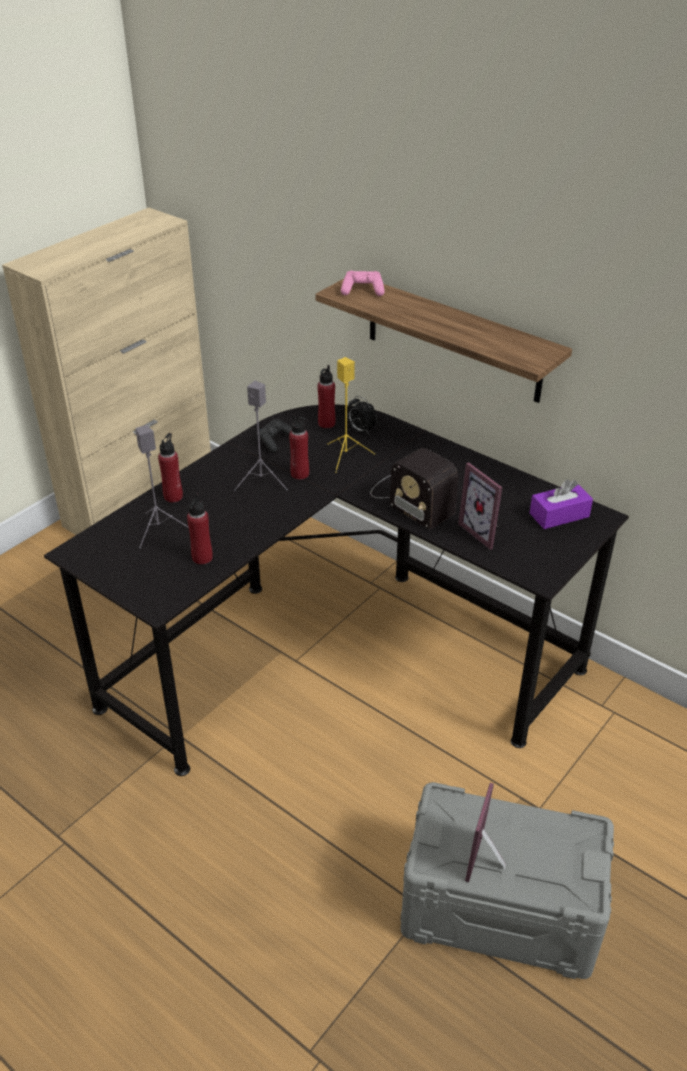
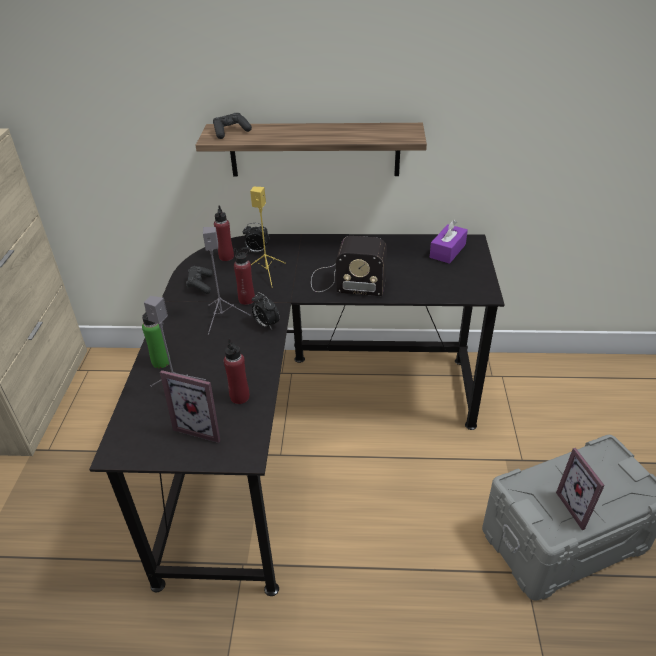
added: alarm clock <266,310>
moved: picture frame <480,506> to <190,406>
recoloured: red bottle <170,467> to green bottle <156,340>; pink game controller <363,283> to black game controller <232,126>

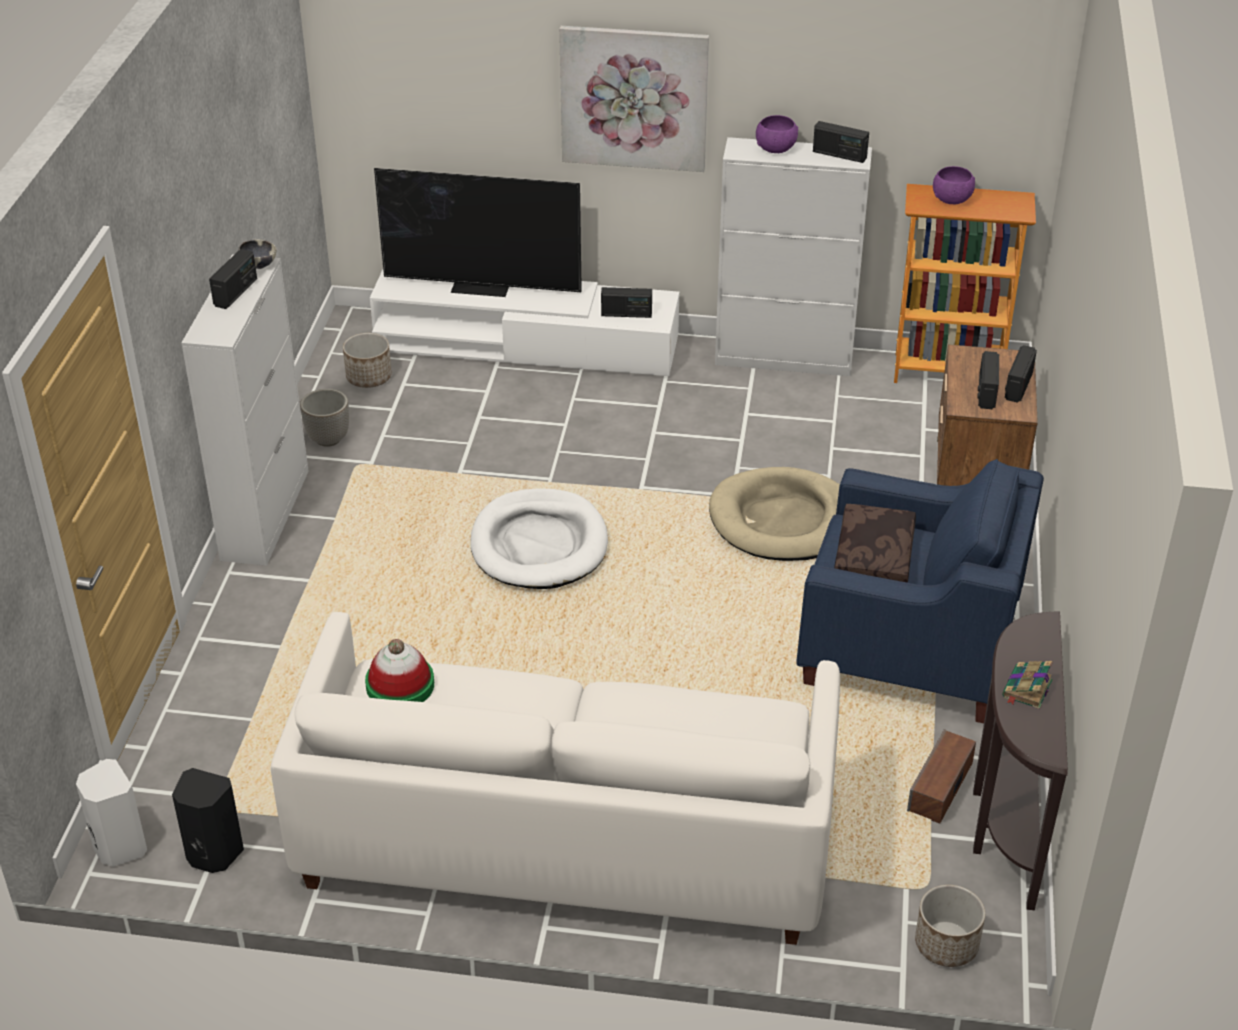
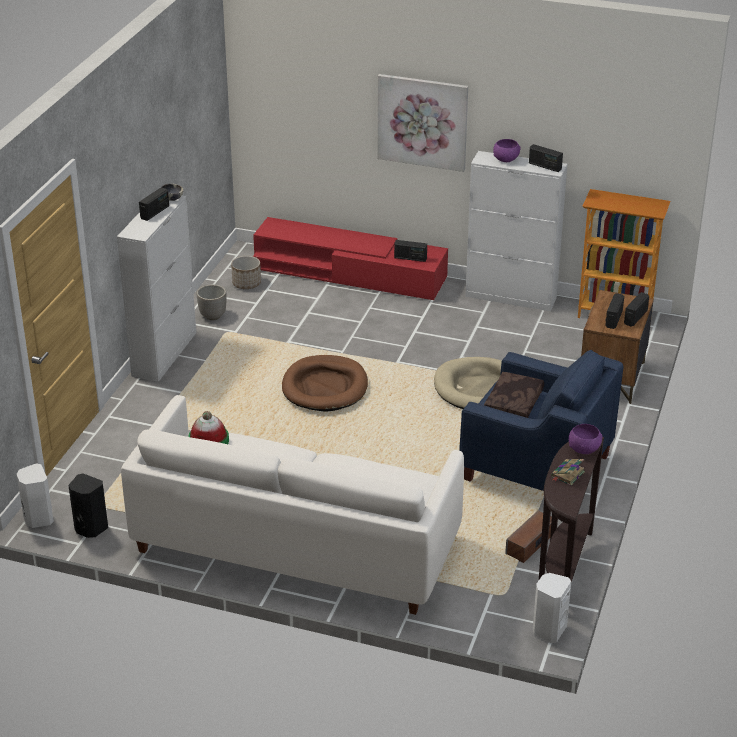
removed: television <478,232>; planter <950,926>
added: white speaker <552,608>
moved: purple bowl <954,185> to <586,439>
recoloured: white tv stand <524,323> to red tv stand <350,258>; white dog bed <539,539> to brown dog bed <325,383>

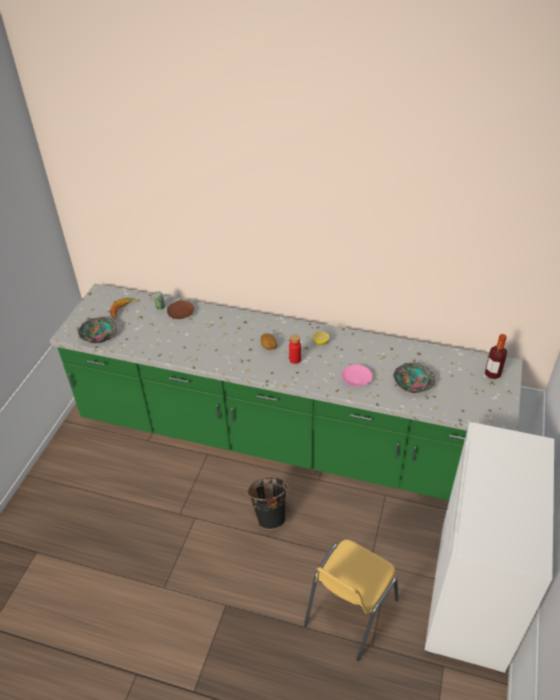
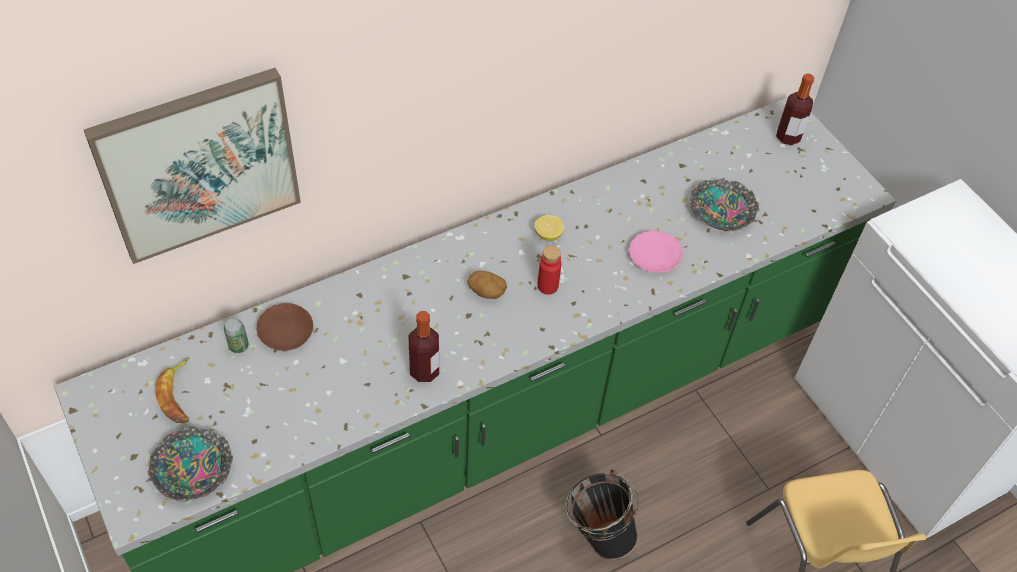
added: picture <192,166>; bottle <424,346>

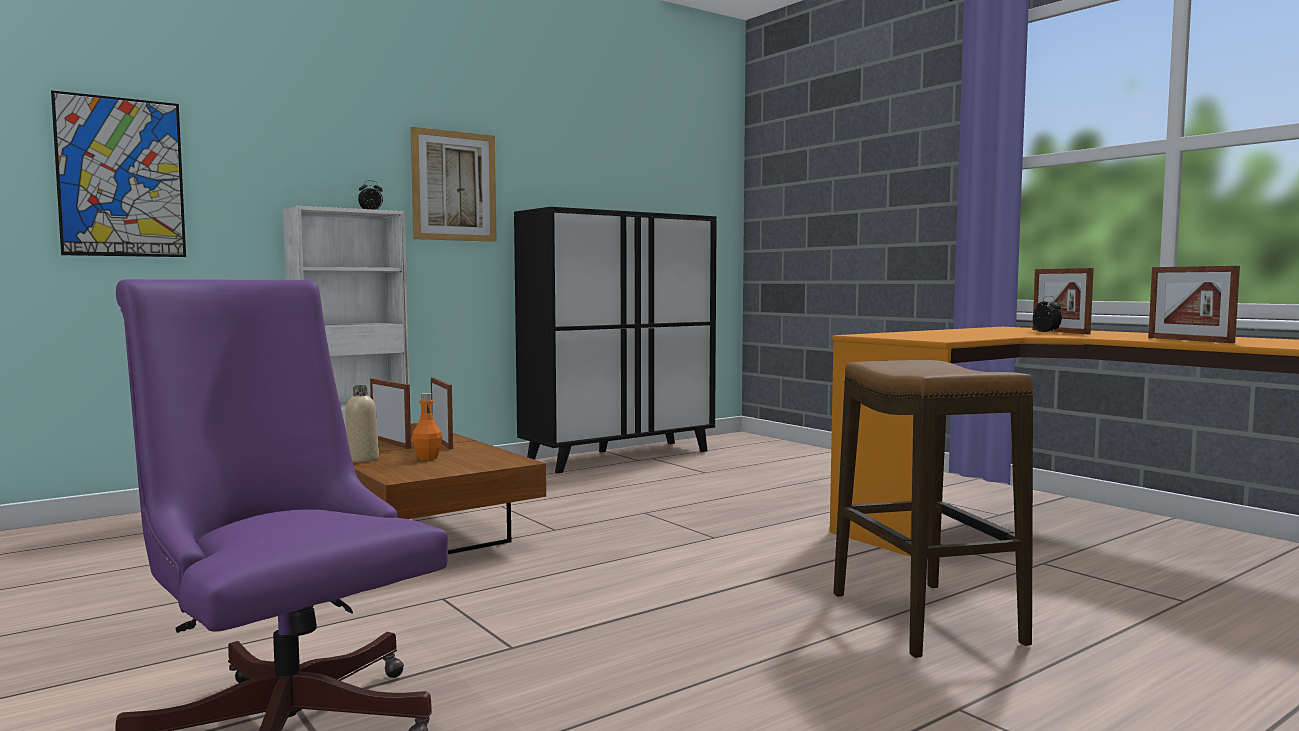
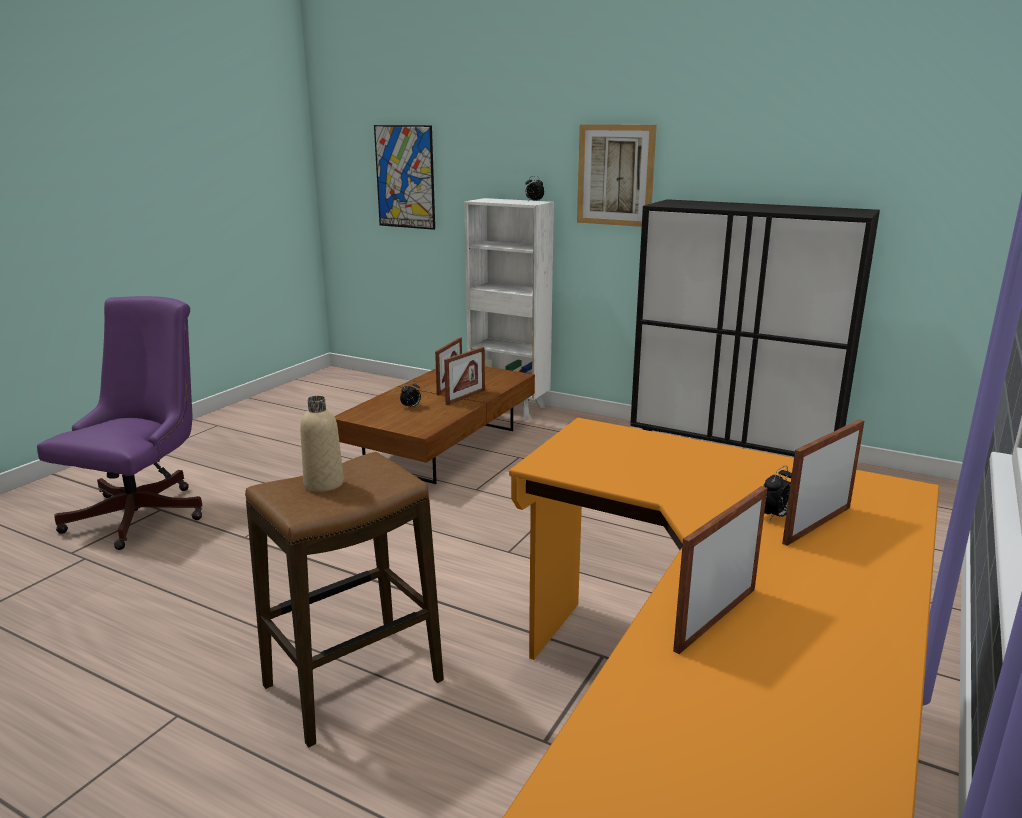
moved: beige bottle <362,423> to <322,444>
replaced: orange bottle <427,426> to alarm clock <410,394>

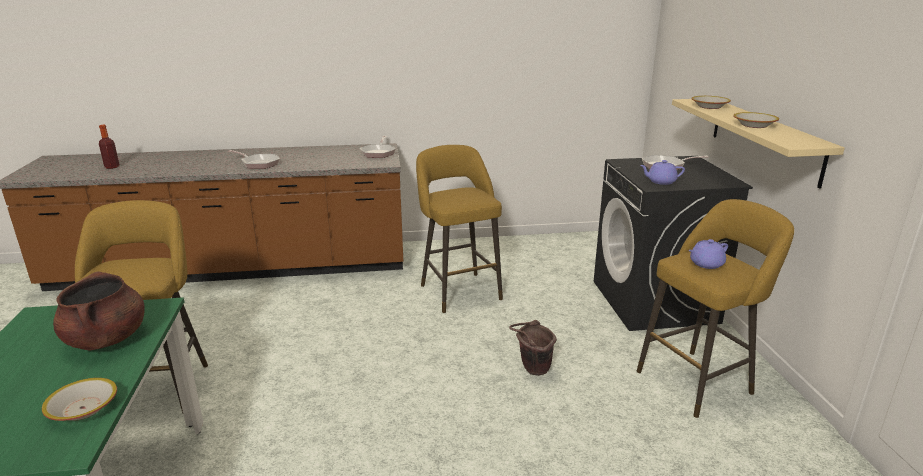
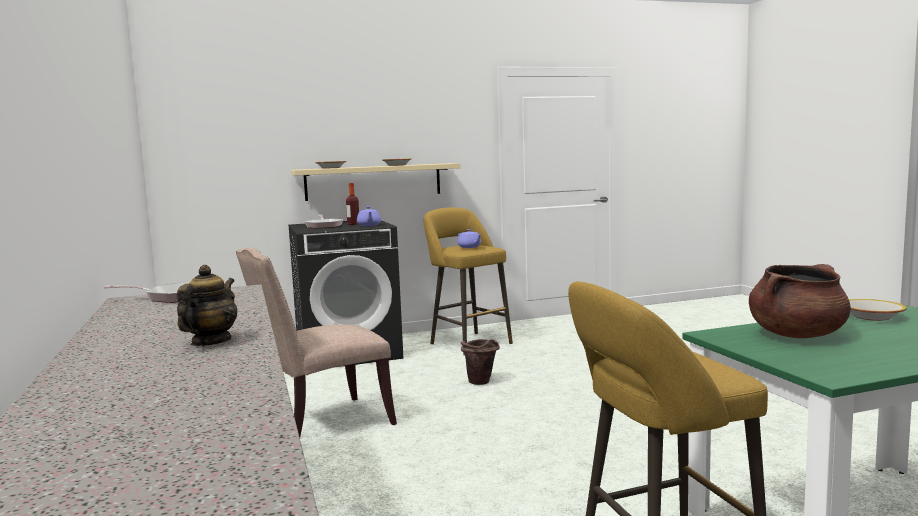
moved: bottle <109,147> to <352,204>
replaced: frying pan <254,159> to teapot <207,305>; yellow stool <459,229> to beige chair <316,342>

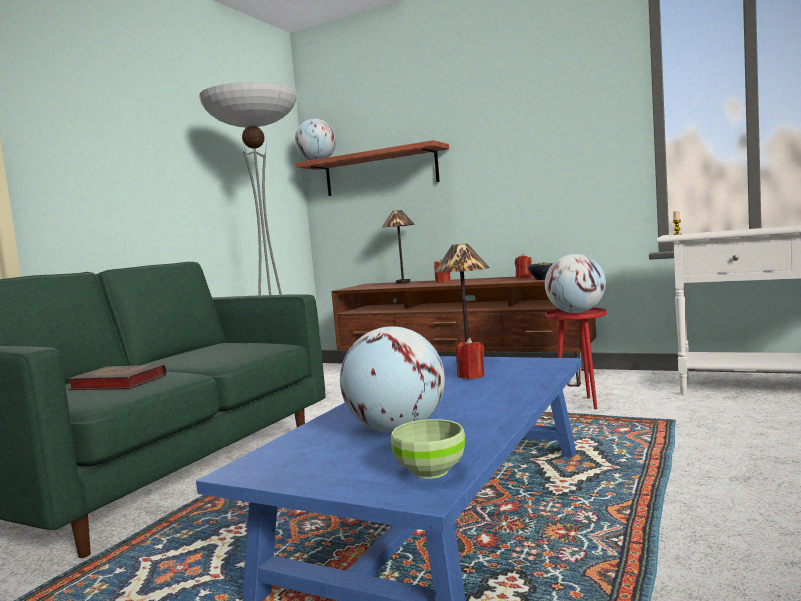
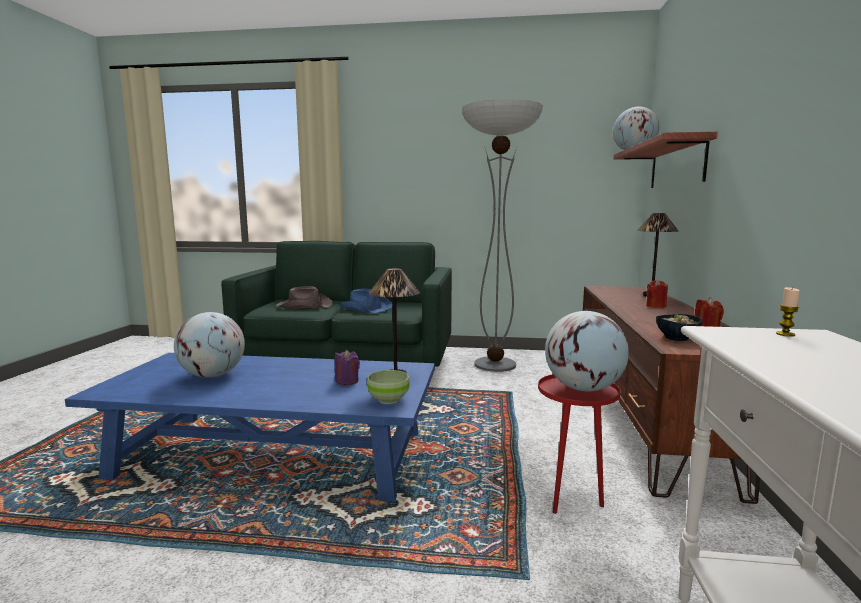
added: blue hat <365,301>
moved: green bowl <428,449> to <388,387>
replaced: book <116,377> to brown hat <304,297>
recoloured: red candle <470,358> to purple candle <347,367>

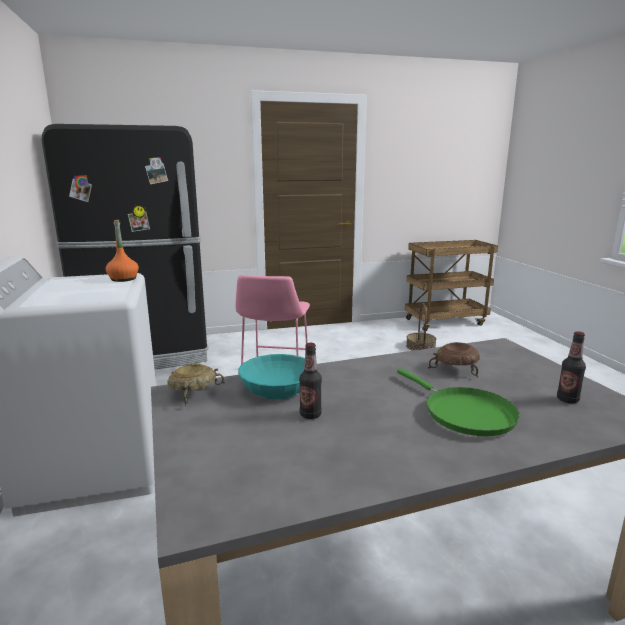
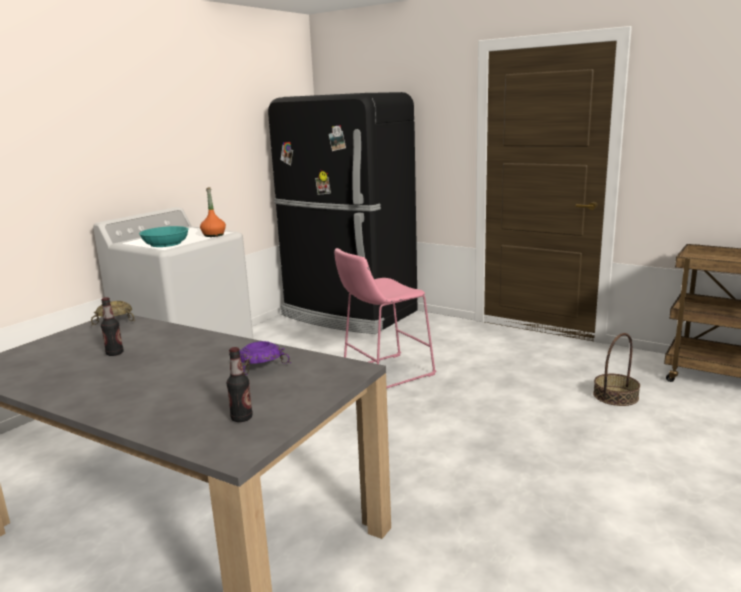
removed: green frying pan <458,402>
moved: turquoise bowl <271,377> to <164,236>
recoloured: brown bowl <454,359> to purple bowl <265,358>

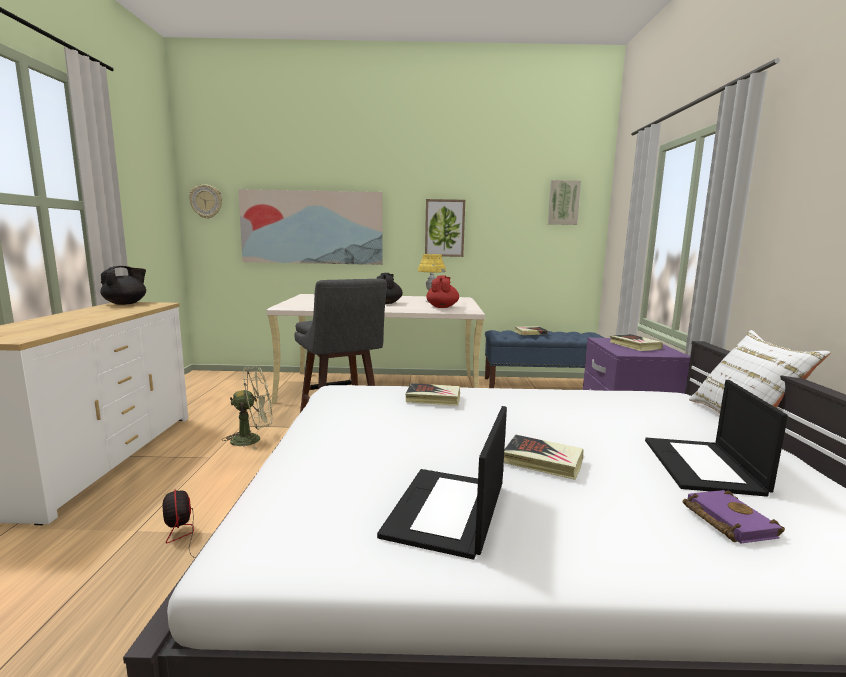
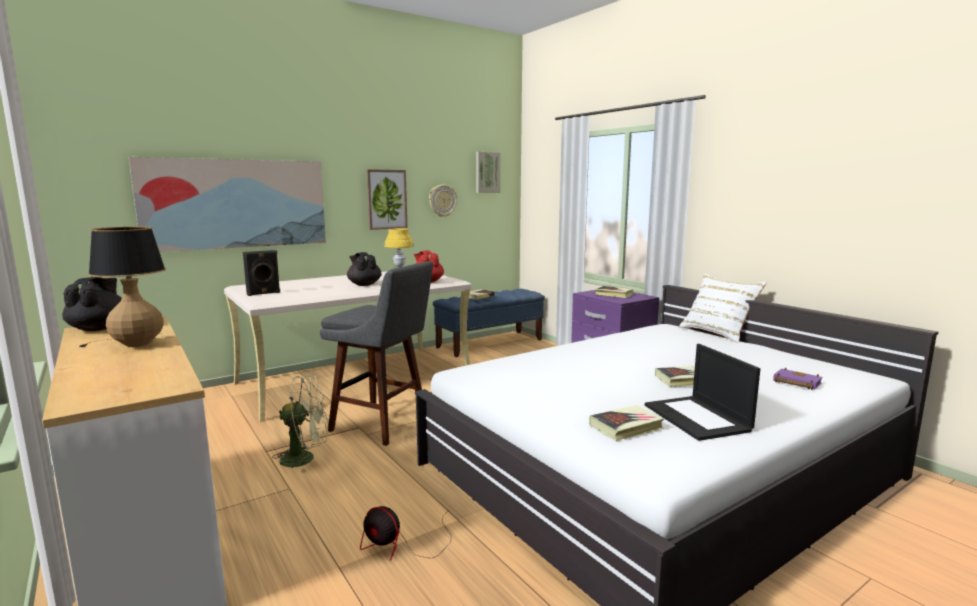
removed: laptop <716,438>
added: table lamp <122,287>; black speaker <261,273>
moved: wall clock <205,201> to <443,201>; book <432,394> to <627,423>
turned: green fan <247,408> = <300,424> 45 degrees clockwise

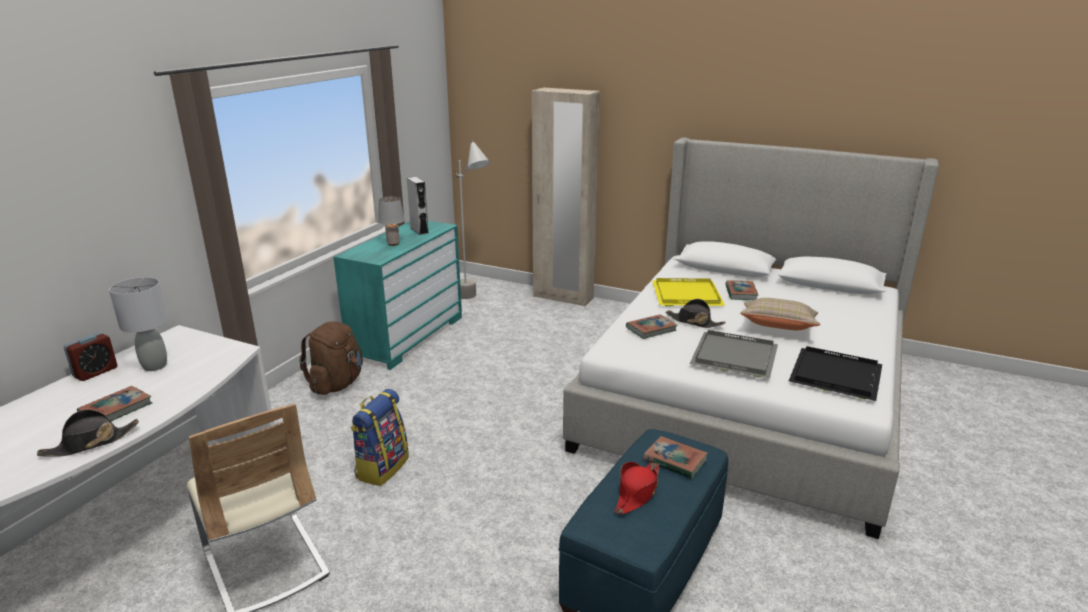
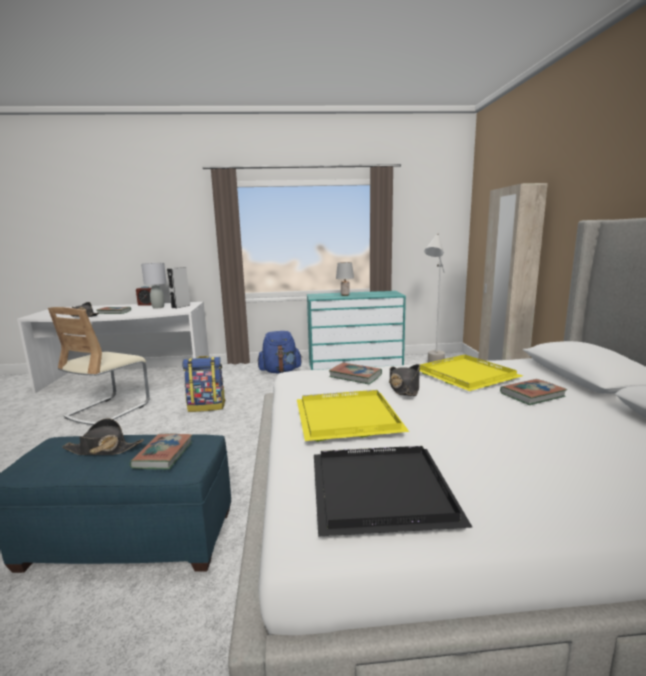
removed: beige pillow <780,314>
moved: grey speaker <417,206> to <179,287>
recoloured: brown backpack <331,358> to blue backpack <280,352>; red hat <637,488> to black hat <103,436>; grey tray <734,354> to yellow tray <353,416>

